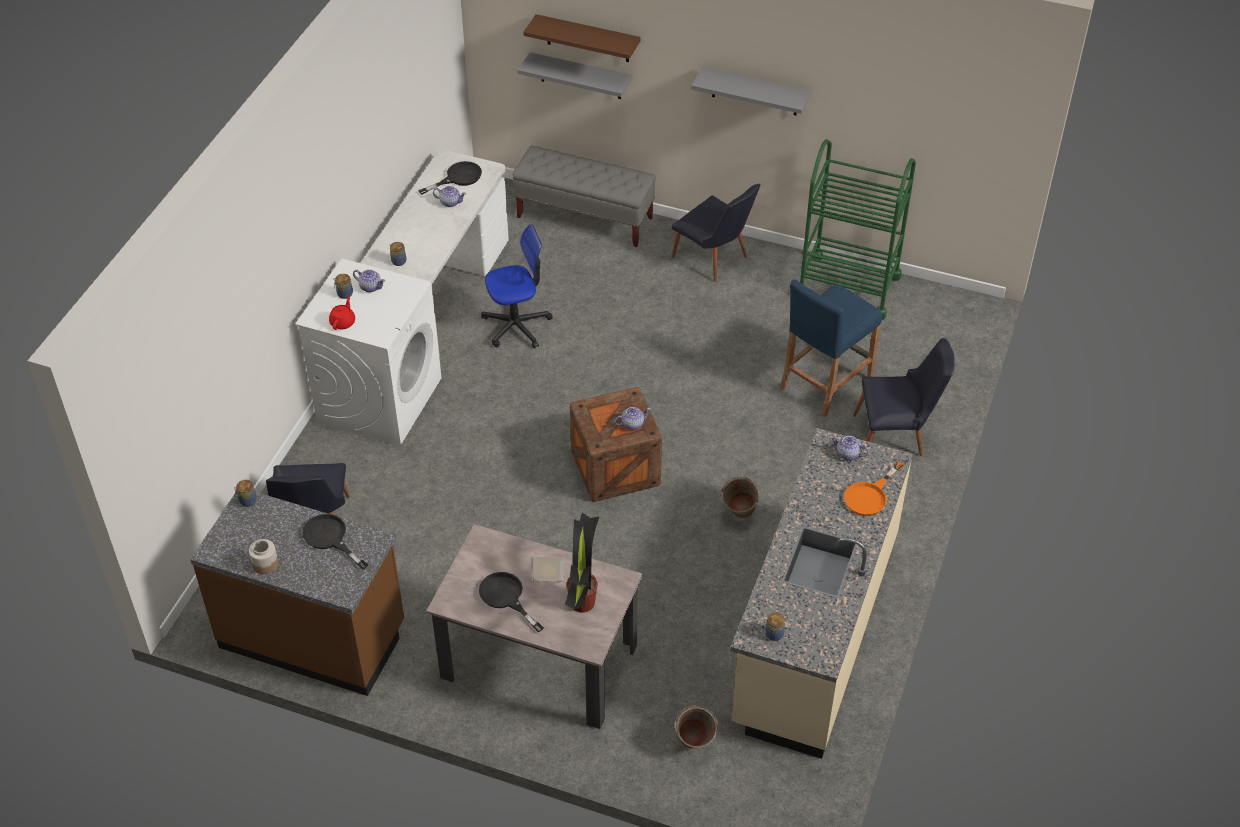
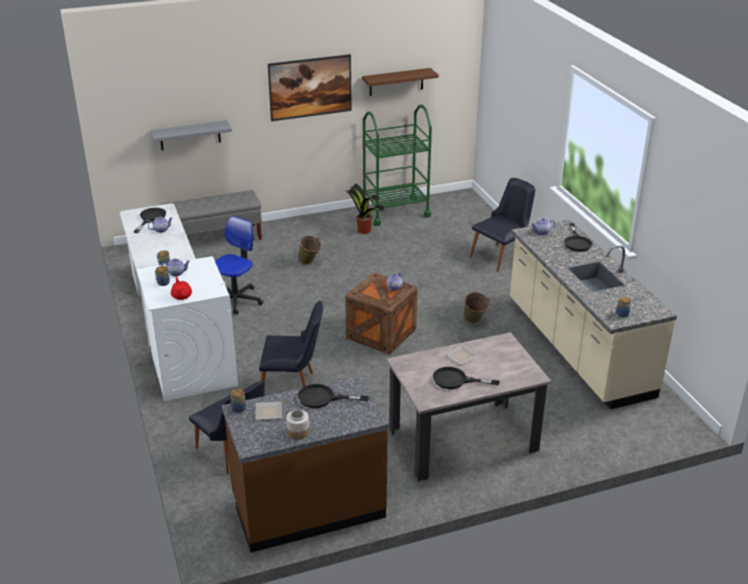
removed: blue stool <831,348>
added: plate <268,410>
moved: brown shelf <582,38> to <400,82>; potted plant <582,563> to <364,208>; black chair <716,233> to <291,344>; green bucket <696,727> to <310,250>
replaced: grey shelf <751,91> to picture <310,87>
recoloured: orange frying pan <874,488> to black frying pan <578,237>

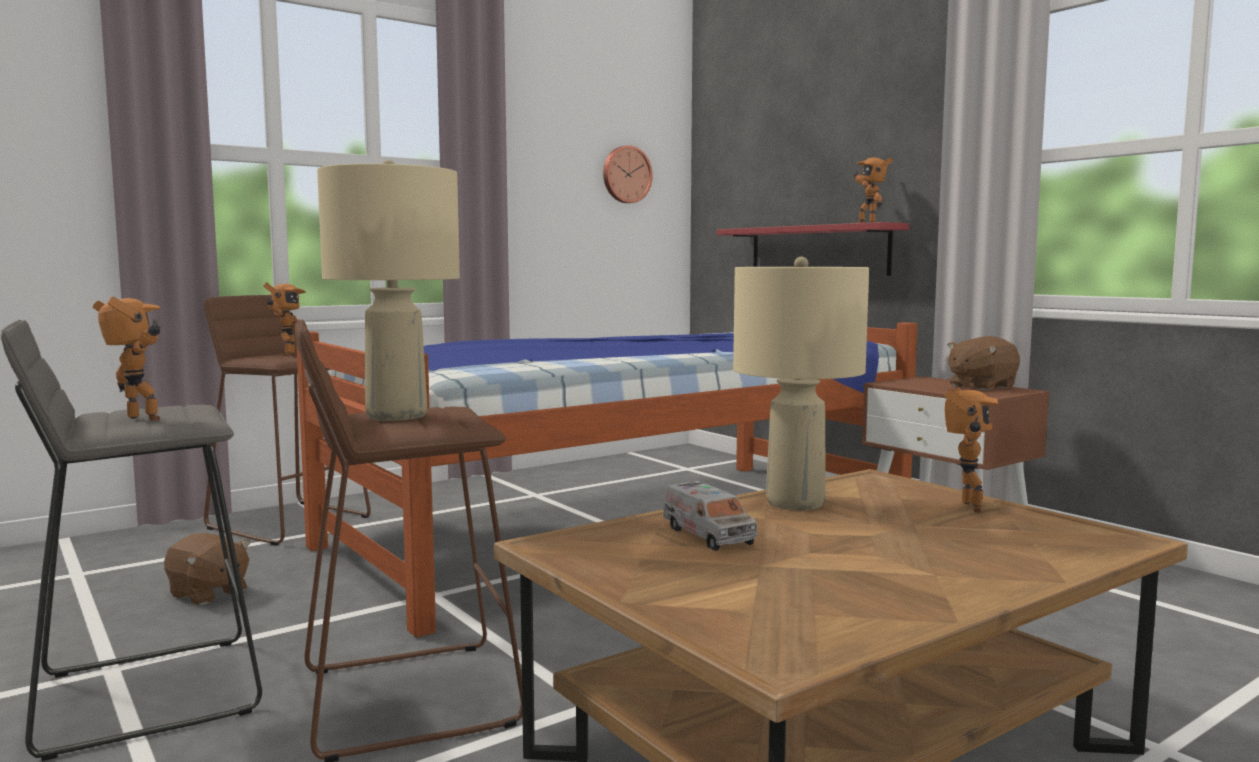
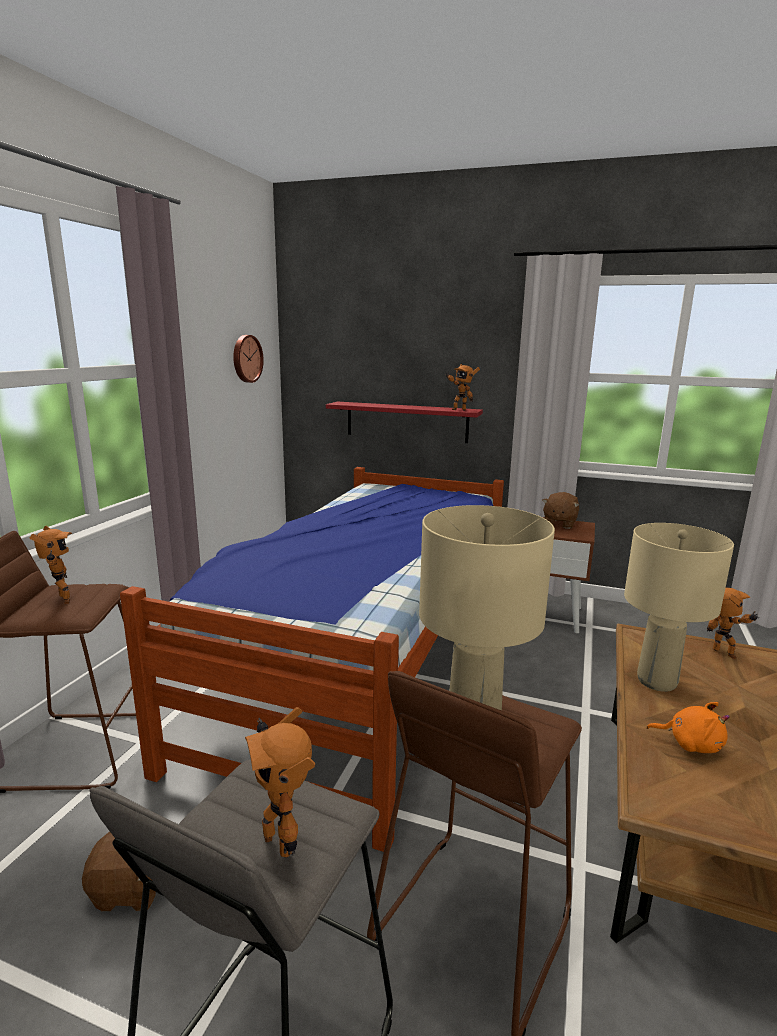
replaced: toy truck <710,516> to orange plush toy <688,727>
turned: toy robot <127,359> = <280,782> 120 degrees counterclockwise

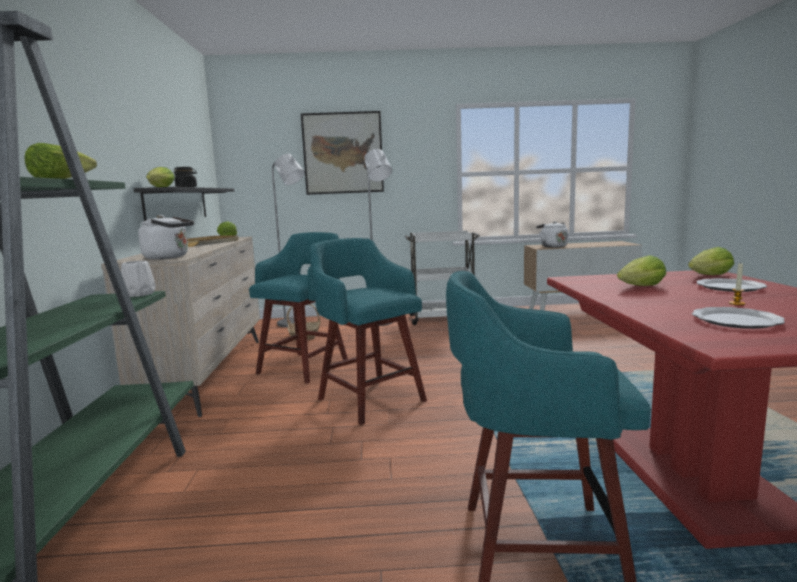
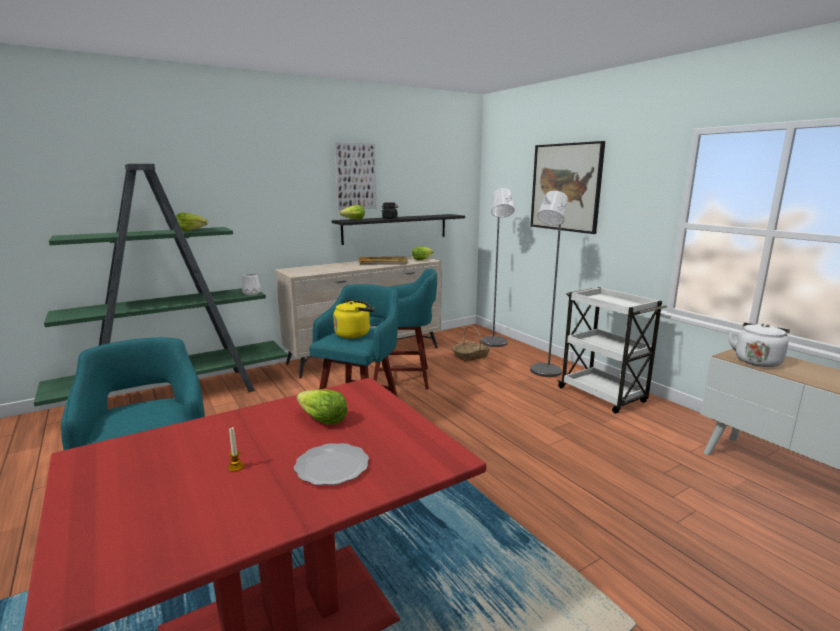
removed: white kettle <166,237>; lettuce <711,261>; plate <738,318>
added: yellow kettle <354,319>; picture <355,176>

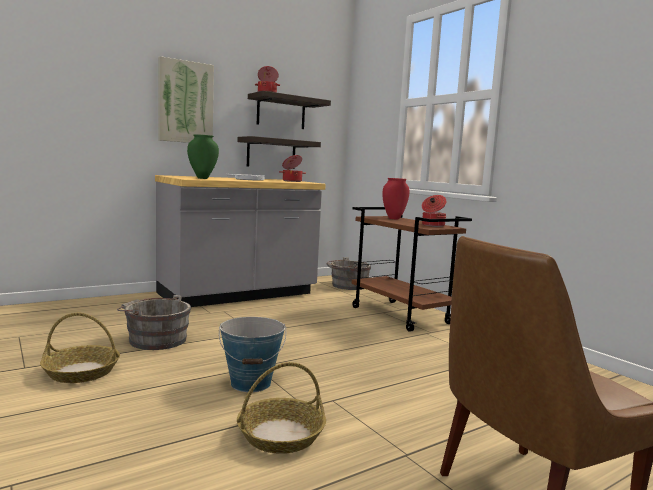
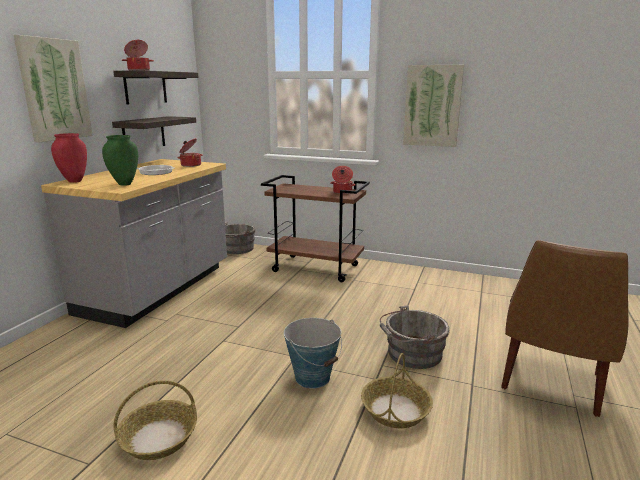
added: picture <433,106>
moved: grey bucket <154,322> to <414,337>; red vase <395,199> to <69,158>

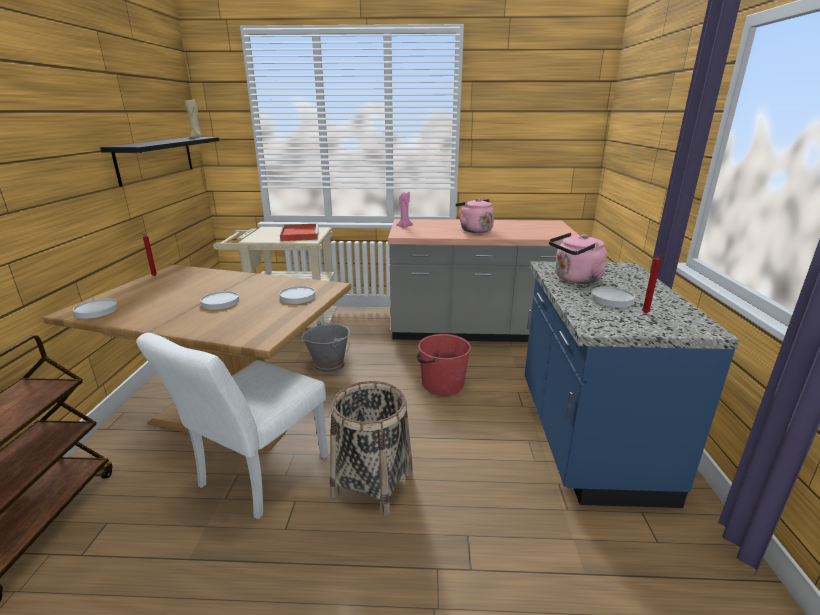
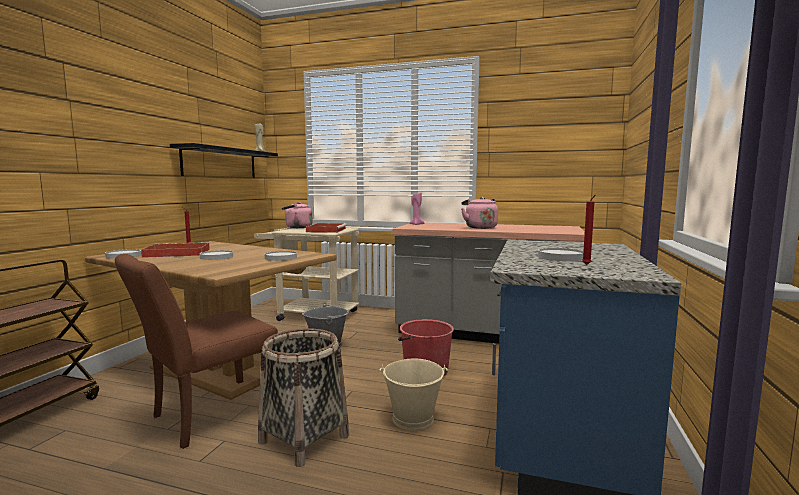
added: red tray <175,250>; beige bucket <414,395>
moved: pink kettle <578,258> to <297,215>
recoloured: white chair <232,426> to brown chair <196,351>

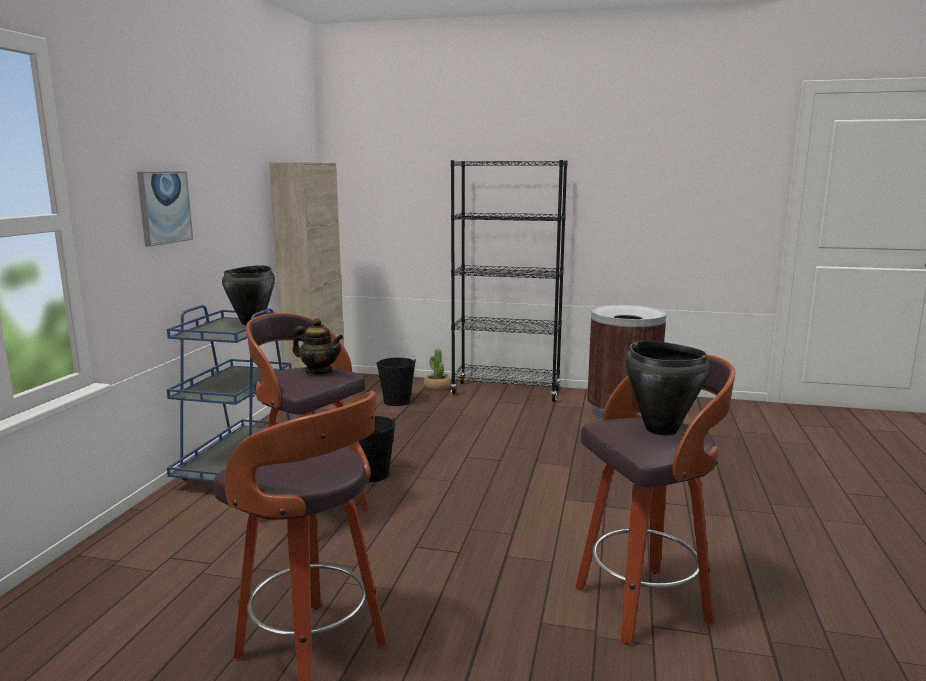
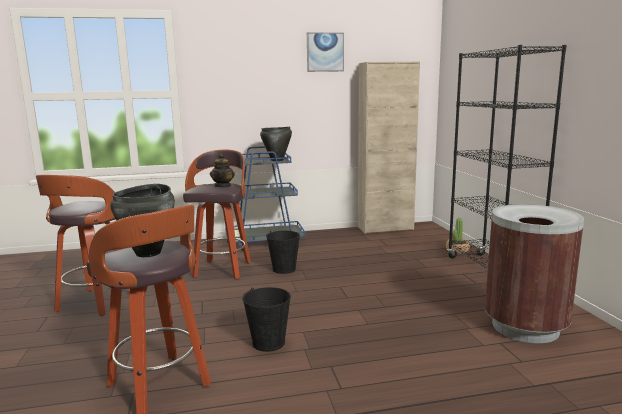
moved: picture <165,209> to <325,52>; black bucket <396,382> to <266,319>

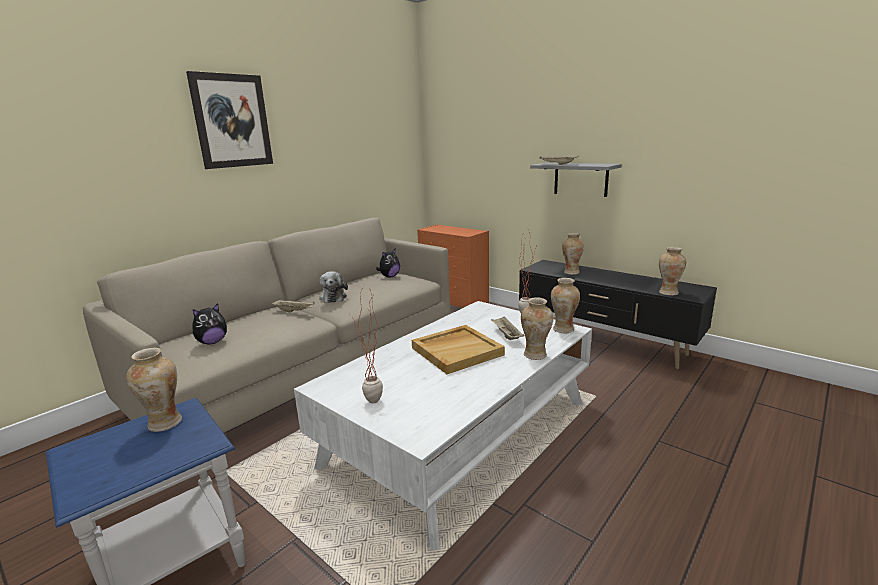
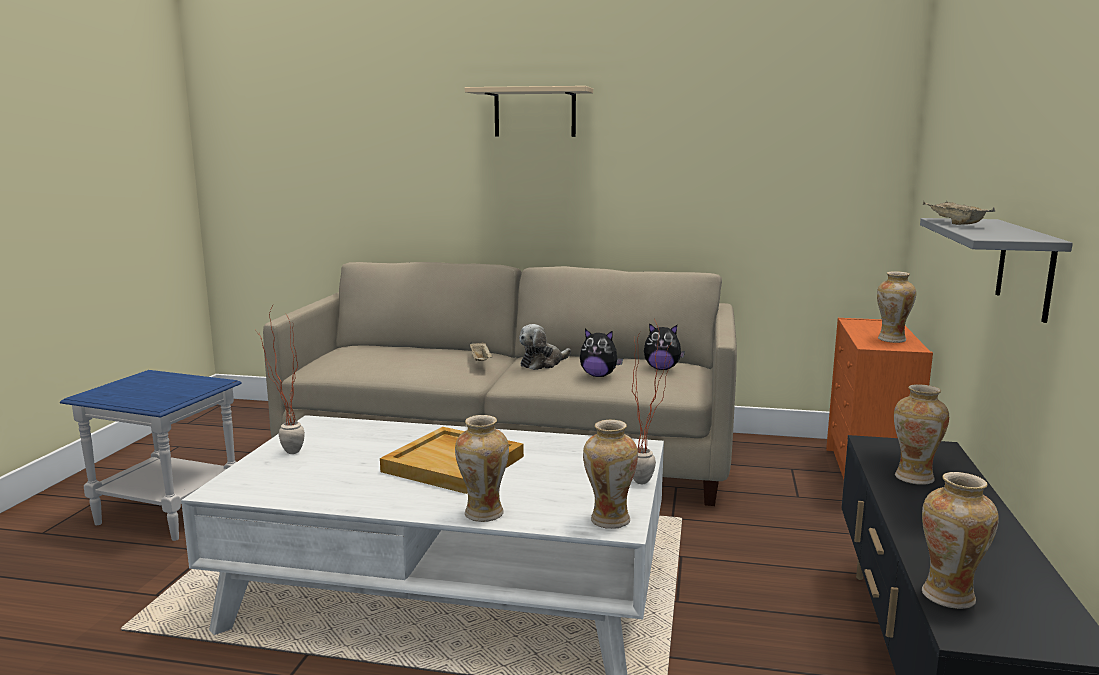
removed: beige tray <507,328>
moved: vase <154,390> to <896,307>; plush toy <209,324> to <601,353>
replaced: picture <229,120> to beige shelf <529,111>

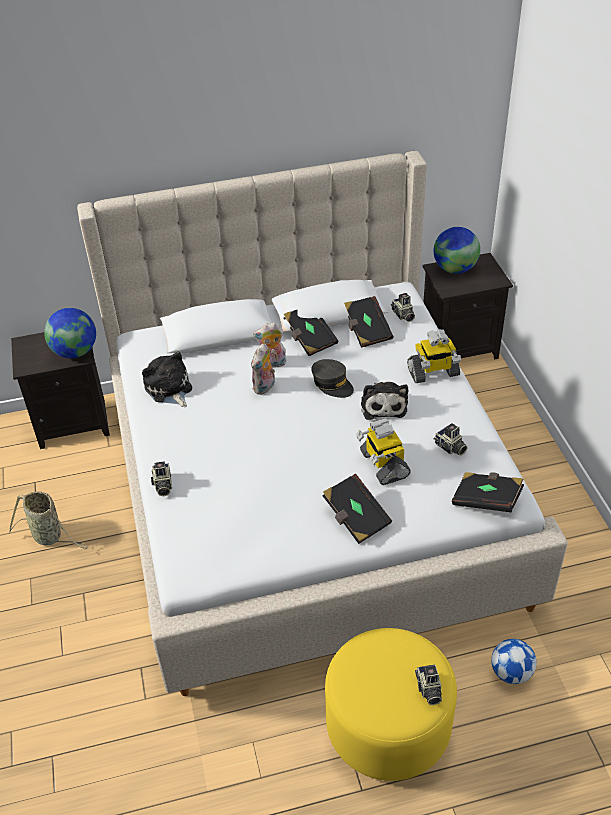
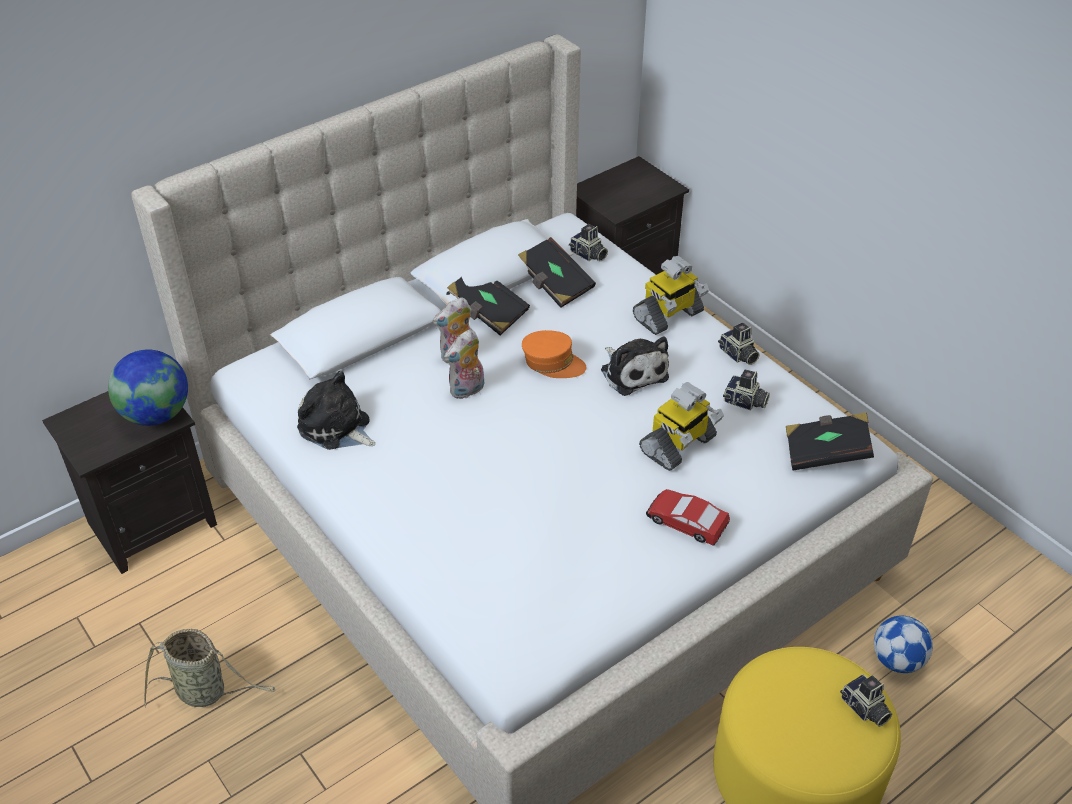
removed: globe <456,250>
moved: photo camera <161,478> to <739,344>
replaced: black book <357,509> to toy car <688,517>
recoloured: grey cap <332,378> to orange cap <554,354>
turned: plush toy <263,369> = <464,364> 45 degrees clockwise; toy robot <383,451> = <681,426> 90 degrees counterclockwise

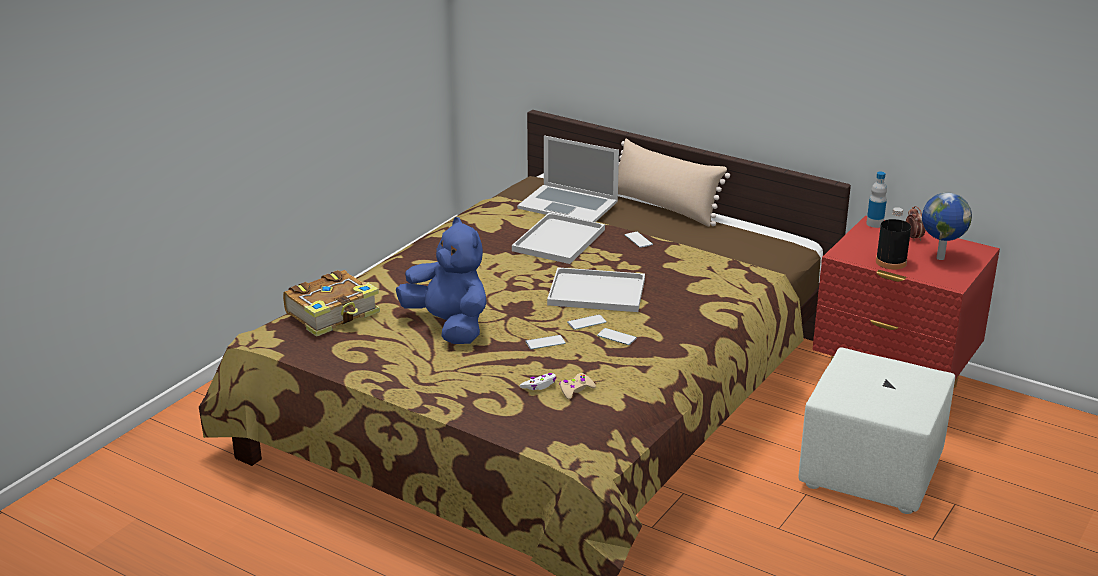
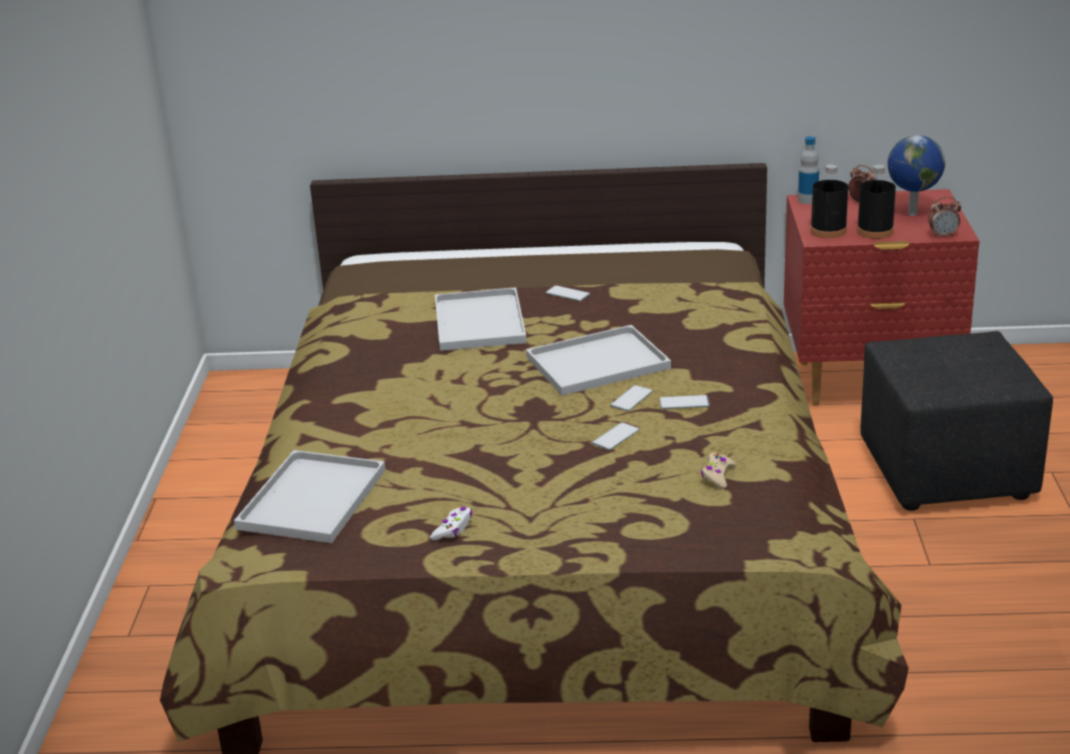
removed: blue plush toy <441,280>; laptop <568,179>; beige pillow <674,183>
added: black bottle <829,201>; alarm clock <944,217>
moved: white game controller <538,381> to <451,523>
replaced: book <331,303> to white tray <310,496>
recoloured: white ottoman <877,430> to black ottoman <956,421>

